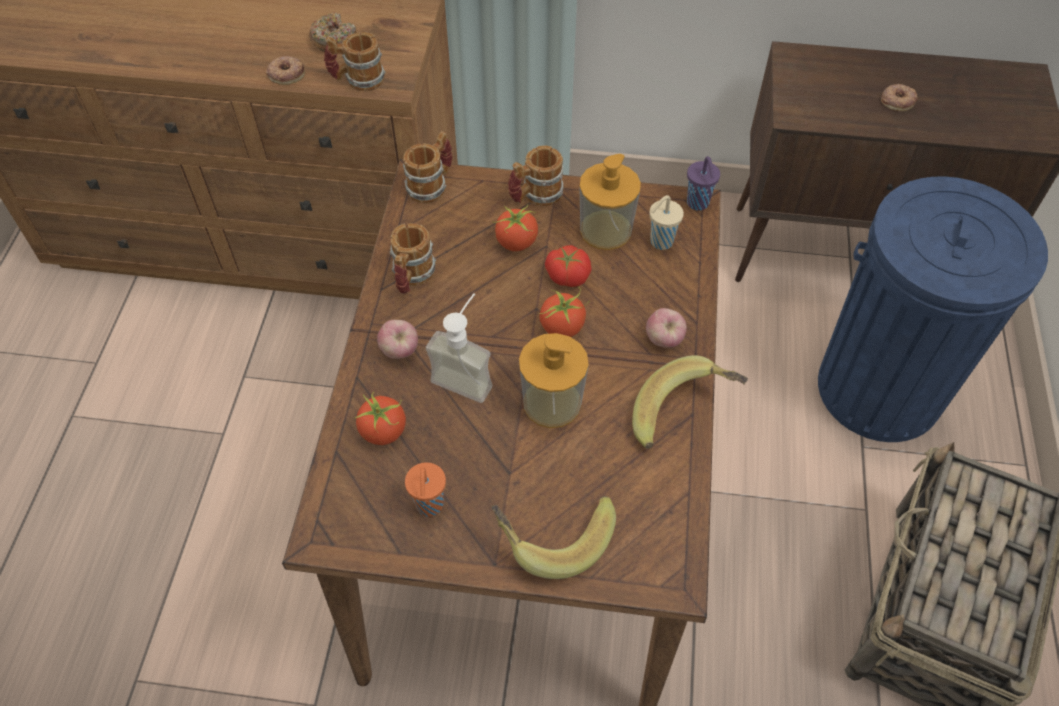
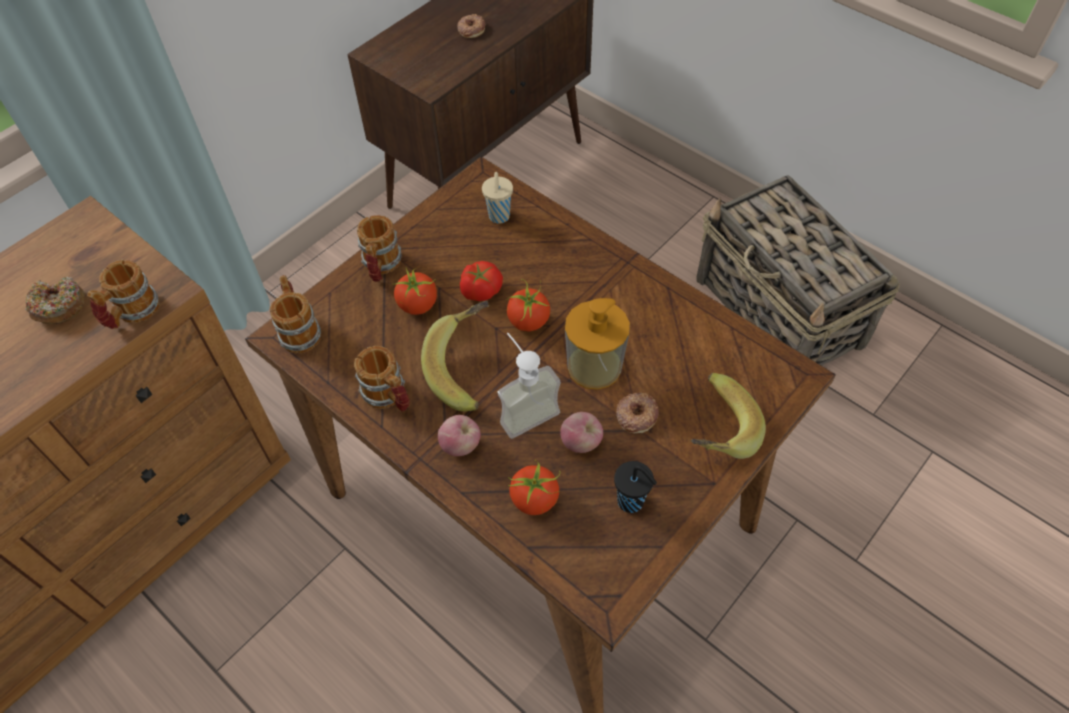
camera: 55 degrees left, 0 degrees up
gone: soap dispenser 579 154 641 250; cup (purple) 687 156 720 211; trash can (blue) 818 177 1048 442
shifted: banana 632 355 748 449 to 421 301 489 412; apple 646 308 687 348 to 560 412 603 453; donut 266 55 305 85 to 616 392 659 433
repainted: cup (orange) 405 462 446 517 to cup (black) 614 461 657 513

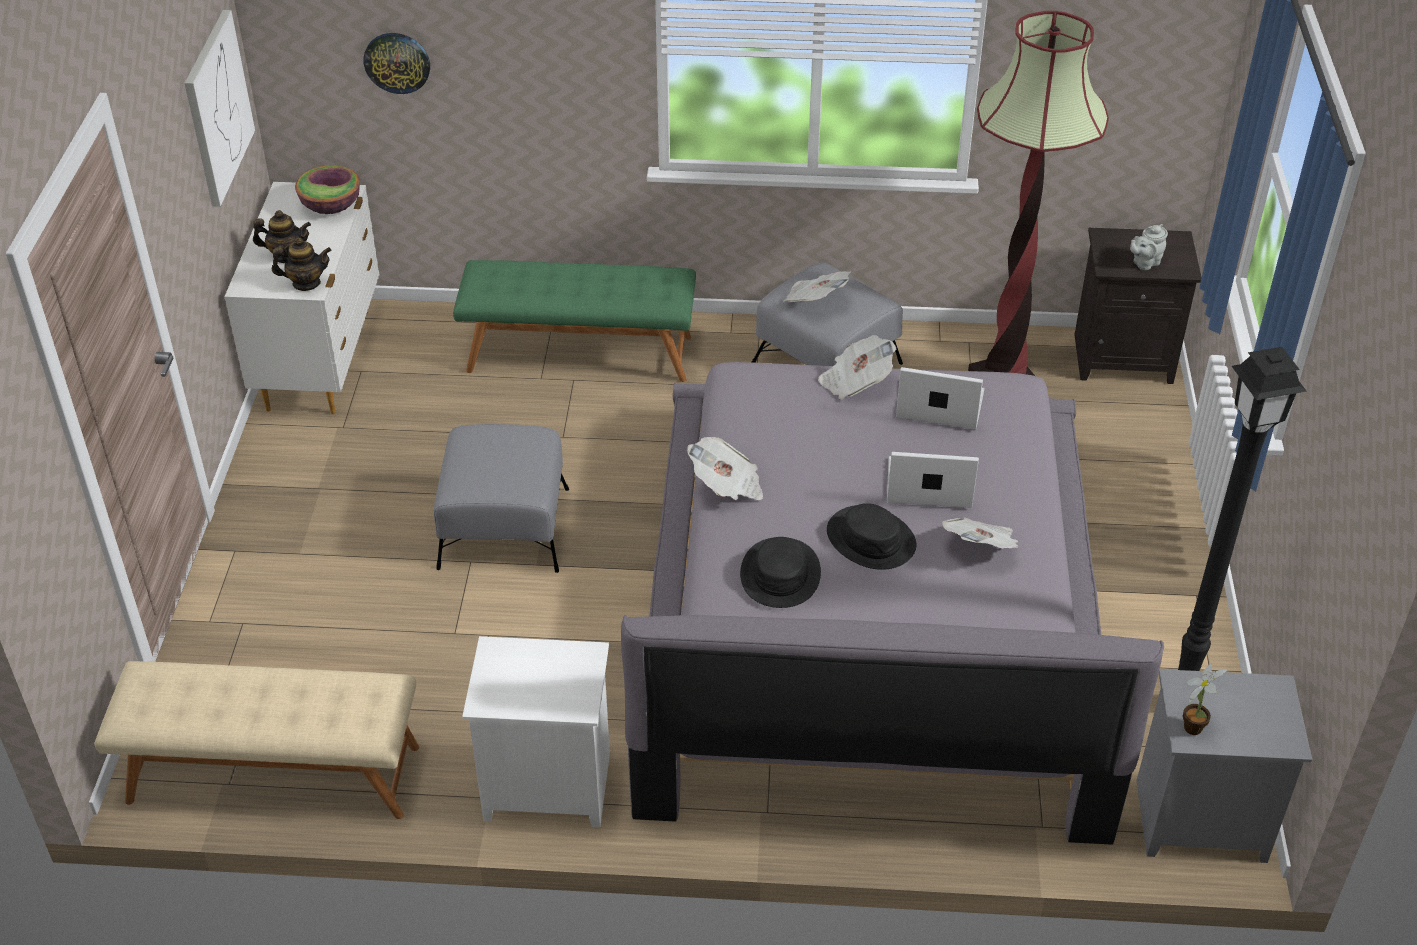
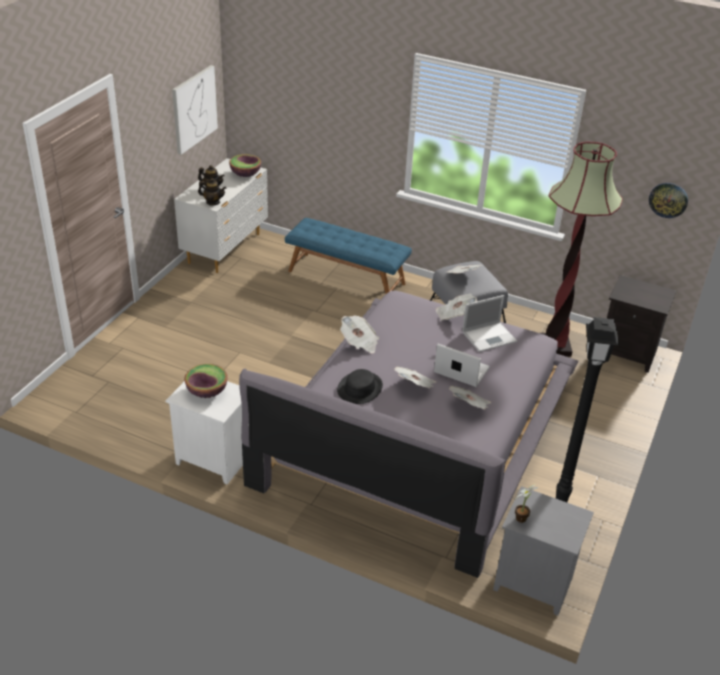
camera: 20 degrees right, 5 degrees down
gone: bench (beige) 94 661 419 819; ottoman (grey) 434 424 569 573; teapot (grey) 1130 224 1168 270
new: bowl 184 364 228 398
shifted: wall clock 363 33 430 94 to 649 183 688 218
swapped: hat (black) 827 503 917 570 to newspaper 395 367 436 389
repainted: bench (green) 453 260 696 382 to bench (blue) 285 218 412 294
rotated: laptop 896 367 984 430 = 462 295 517 352 120 degrees clockwise

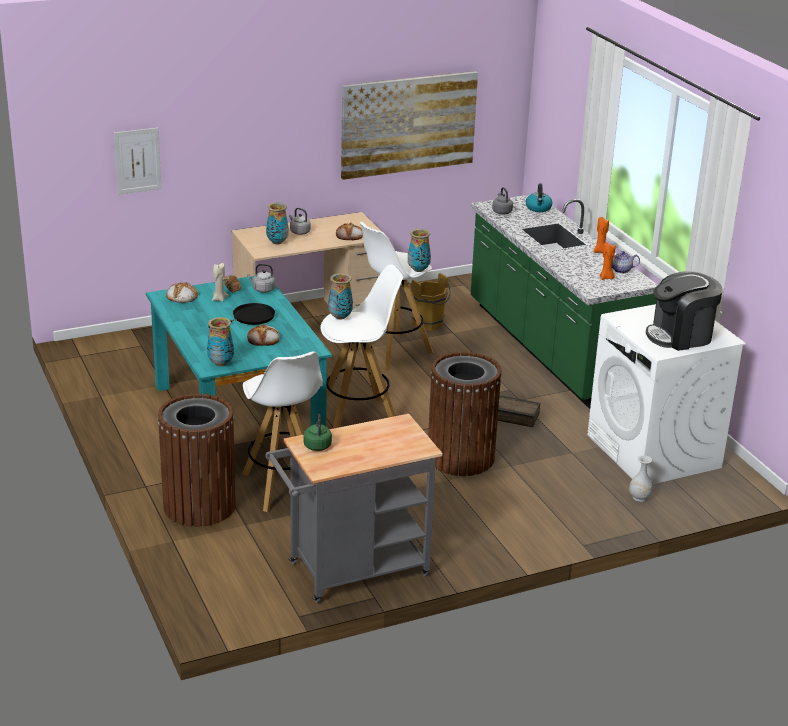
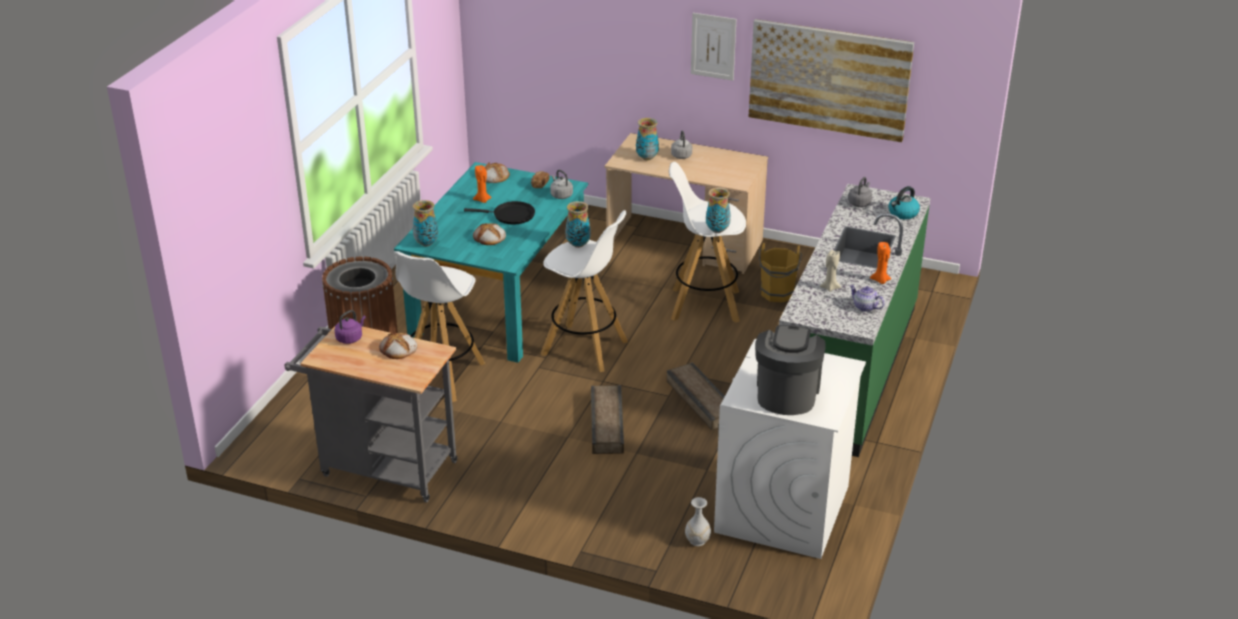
camera: 45 degrees right, 5 degrees up
shifted: bread 336 222 363 240 to 379 333 417 359; candle (orange) 600 242 616 280 to 473 165 492 203; picture 114 128 162 195 to 691 13 736 81; candle (beige) 212 263 228 302 to 820 250 841 292
swapped: trash can (brown) 428 351 502 476 to crate 591 385 624 454
repainted: kettle (green) 304 414 332 451 to kettle (purple) 335 310 366 344
rotated: coffee machine 646 271 723 351 = 755 325 825 415 75 degrees clockwise

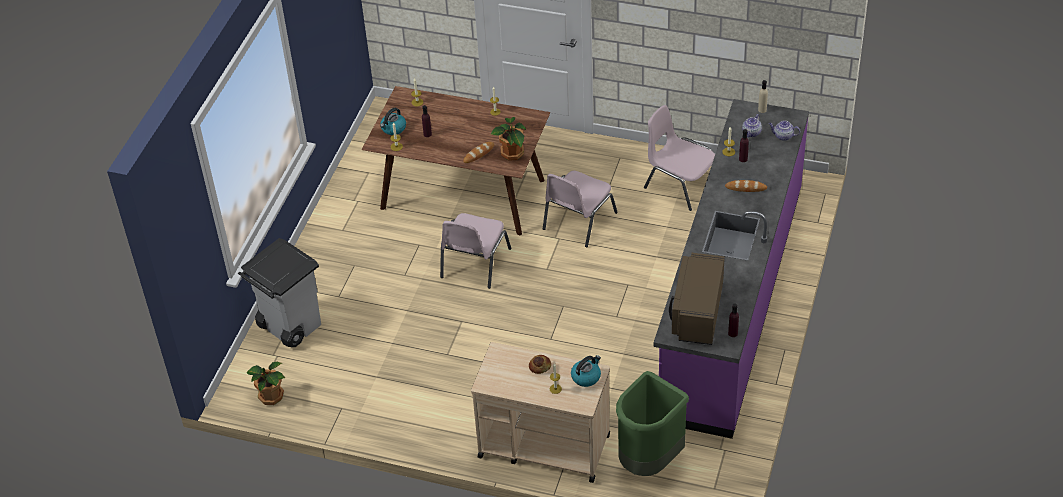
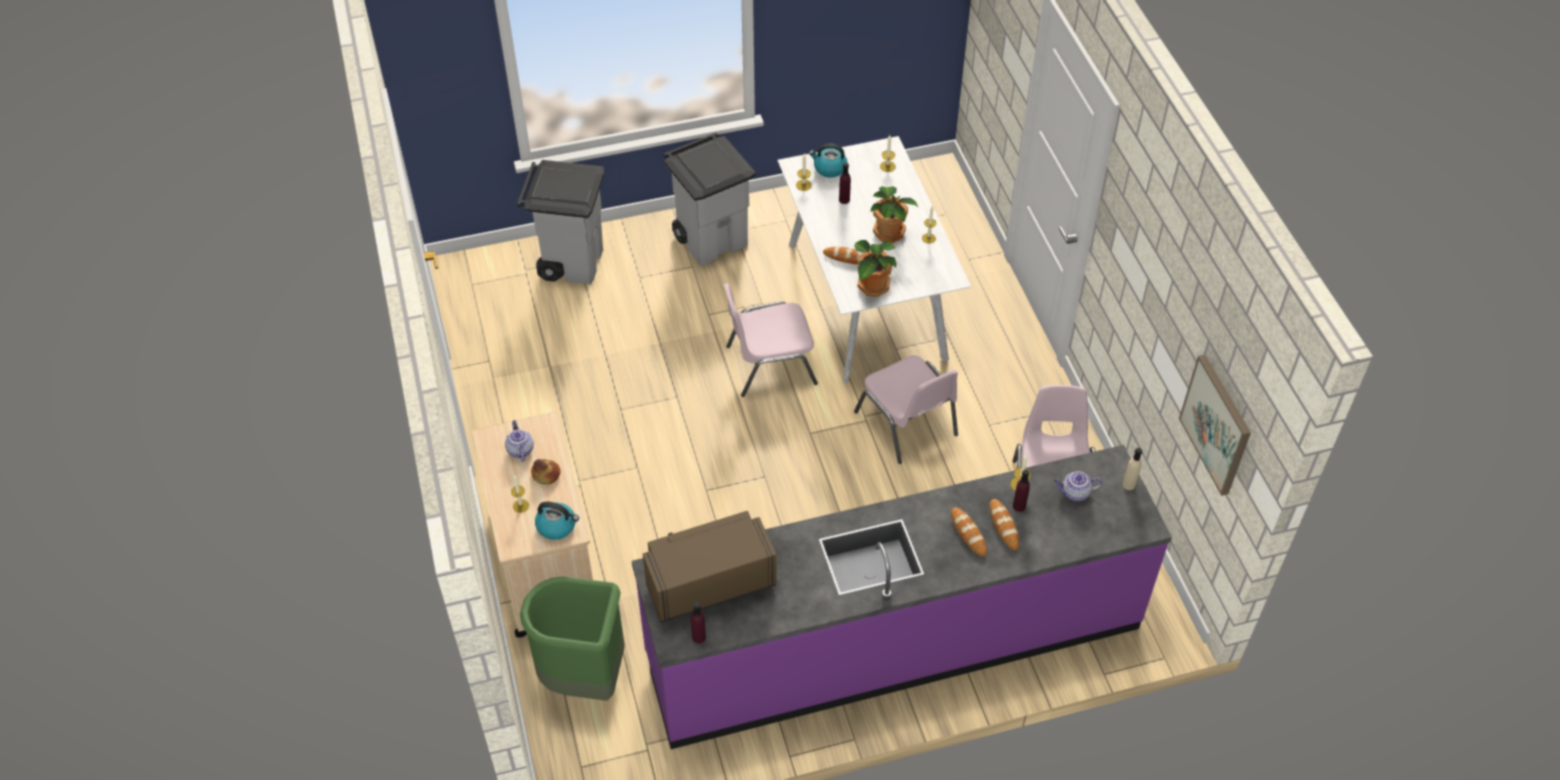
camera: 55 degrees right, 5 degrees up
new: trash can (grey) 664 133 756 265; bread 990 499 1019 550; picture 1179 355 1251 496
shifted: teapot 769 121 800 141 to 505 420 534 462; potted plant 246 362 285 405 to 870 186 918 243
repainted: dining table (brown) 362 86 550 236 to dining table (white) 778 136 971 383
rotated: chair (pink) 543 171 618 247 = 854 355 958 464 120 degrees counterclockwise

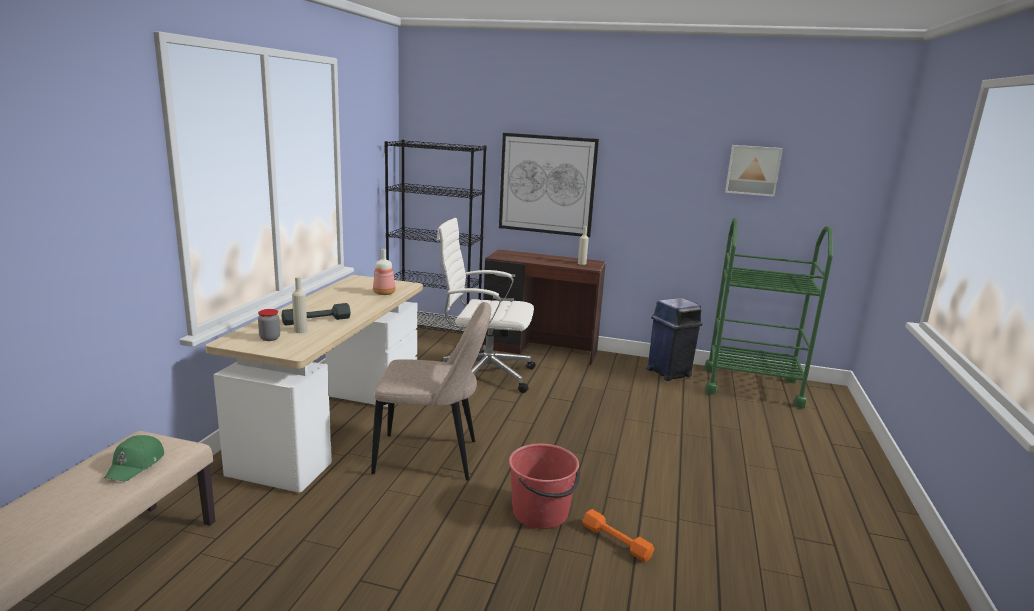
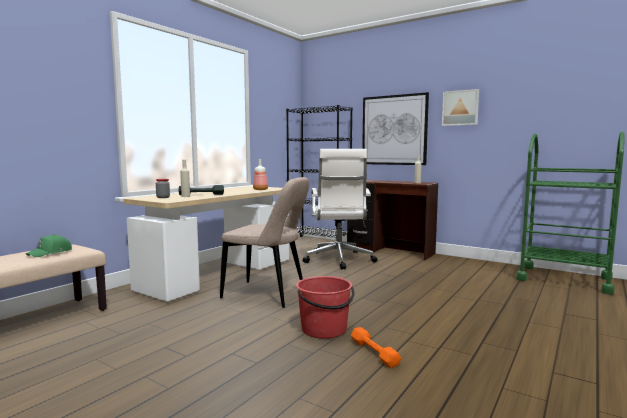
camera: 20 degrees right, 10 degrees down
gone: trash can (blue) 647 298 703 381
shifted: picture 725 145 783 197 to 442 89 479 126
rotated: office chair (white) 437 218 535 393 = 303 149 377 270 120 degrees counterclockwise

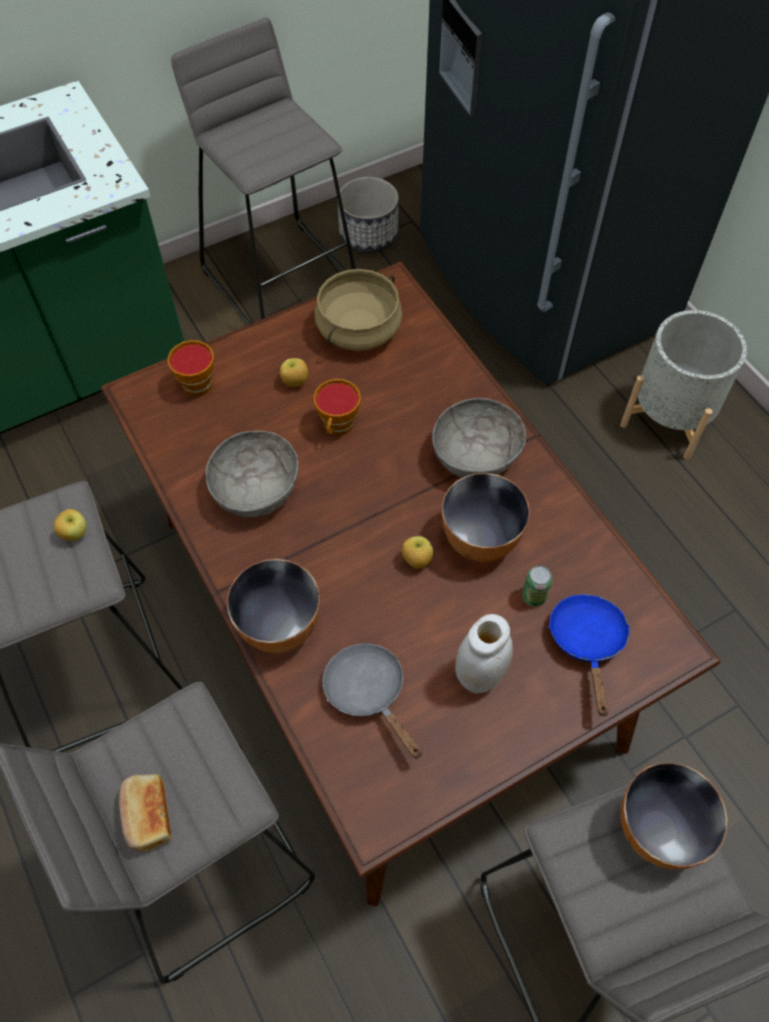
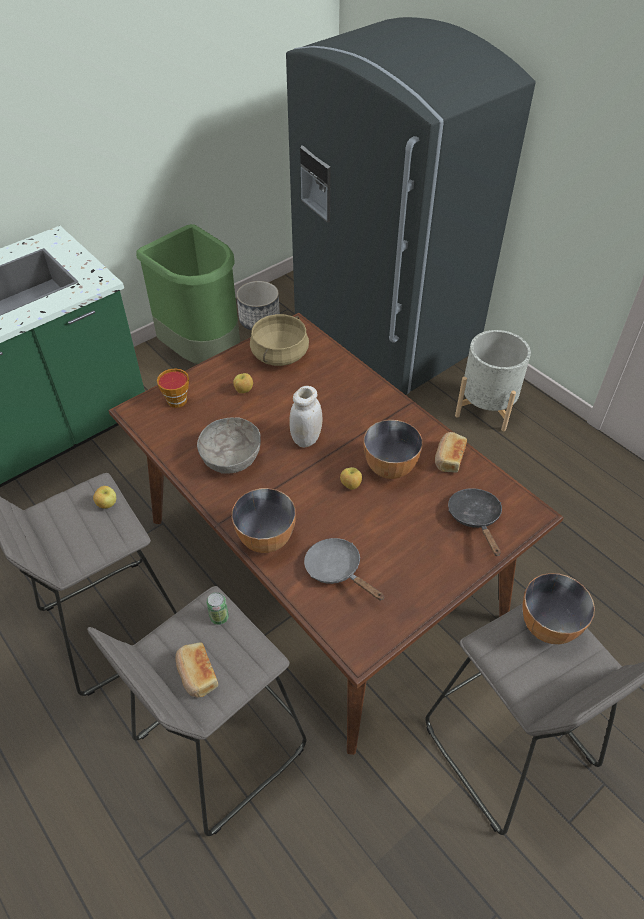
camera: 10 degrees left, 10 degrees down
gone: cup 313 379 361 436; bowl (grey) 432 398 526 478
new: bread 435 432 467 473
shifted: can 522 565 553 606 to 207 592 229 625; jar (white) 455 614 513 693 to 289 386 323 448
swapped: stool (grey) 171 17 356 325 to trash can (green) 136 224 240 364
repainted: frying pan (blue) 548 594 630 717 to frying pan (black) 448 488 502 556

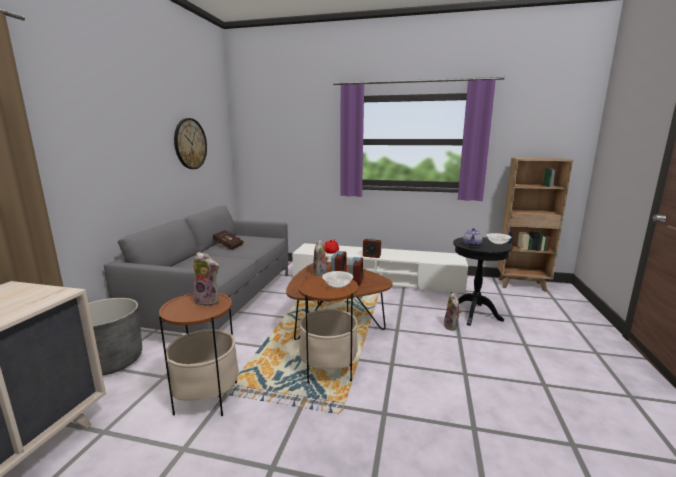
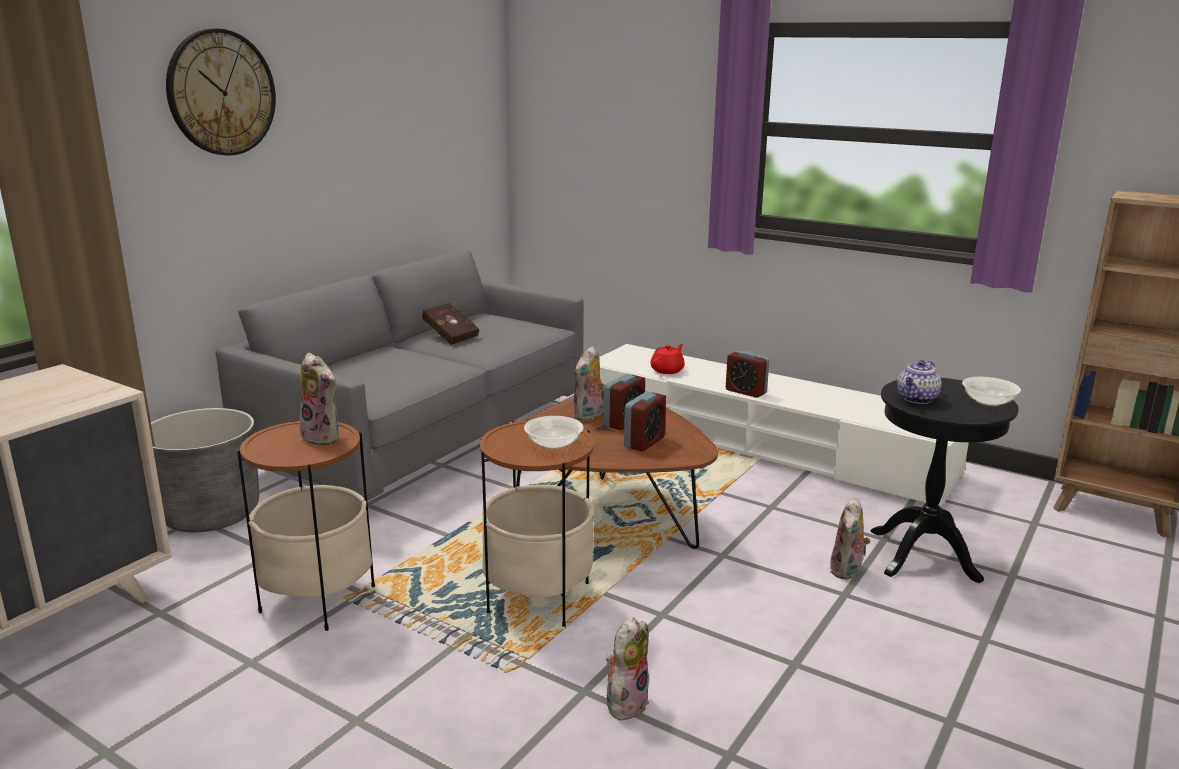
camera: 20 degrees right, 5 degrees up
new: plush toy 606 617 649 720
shifted: wall clock 174 118 207 169 to 166 29 276 156

